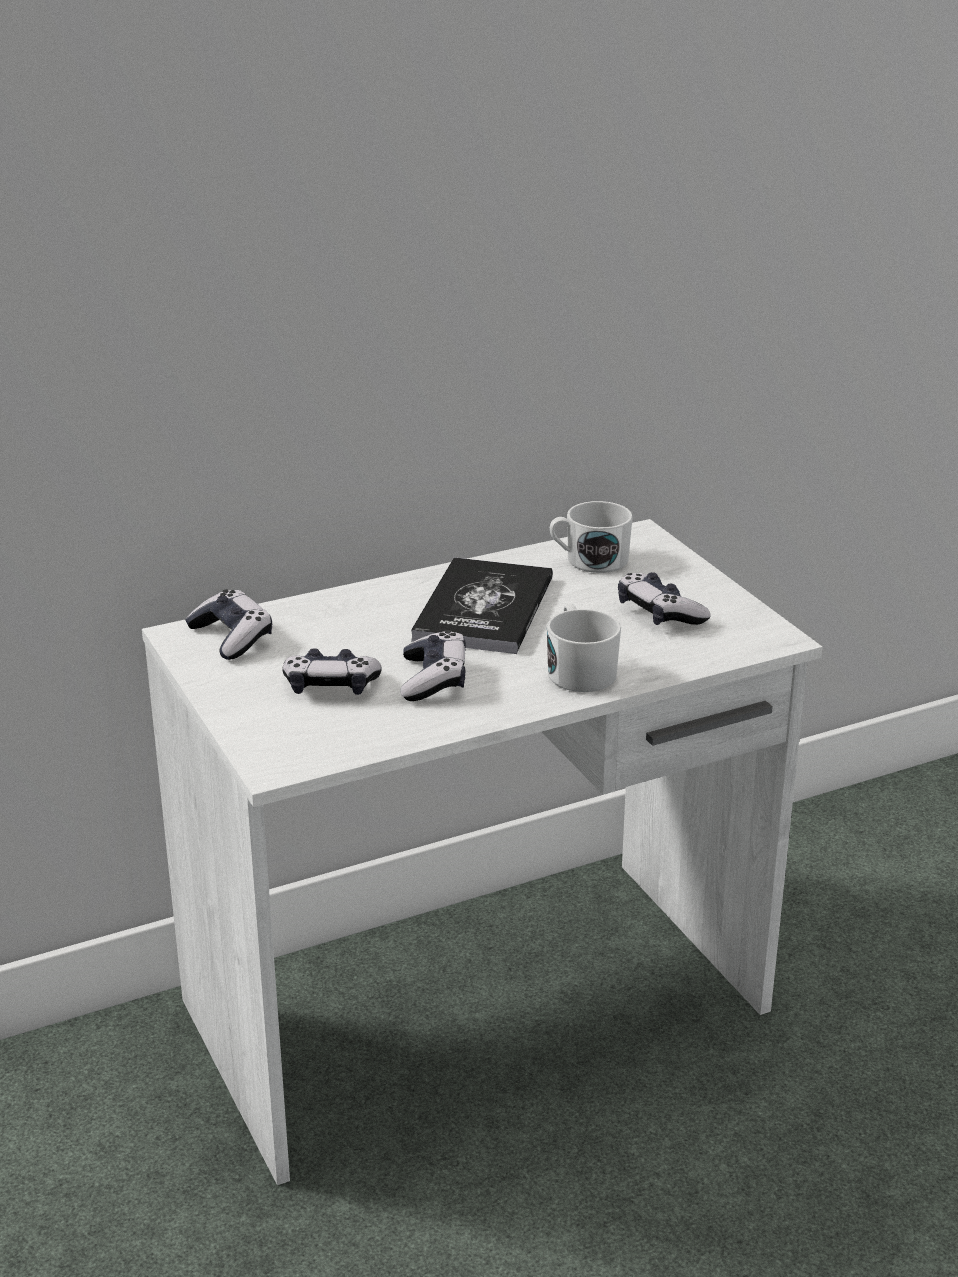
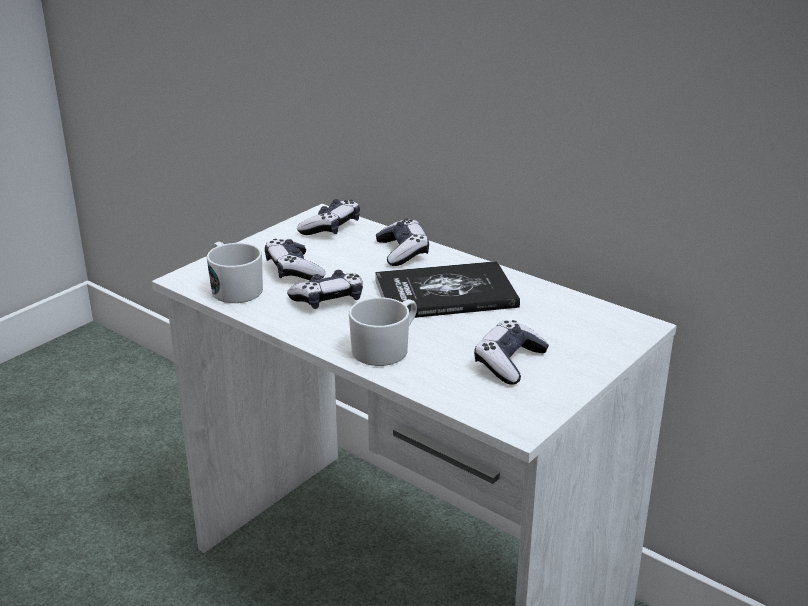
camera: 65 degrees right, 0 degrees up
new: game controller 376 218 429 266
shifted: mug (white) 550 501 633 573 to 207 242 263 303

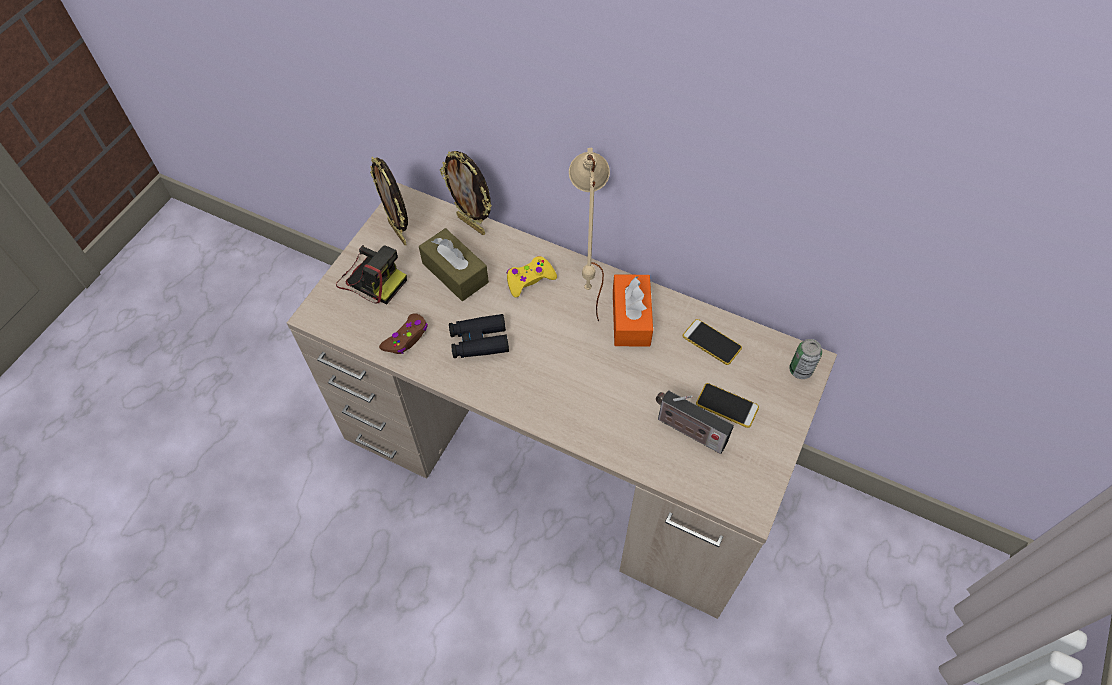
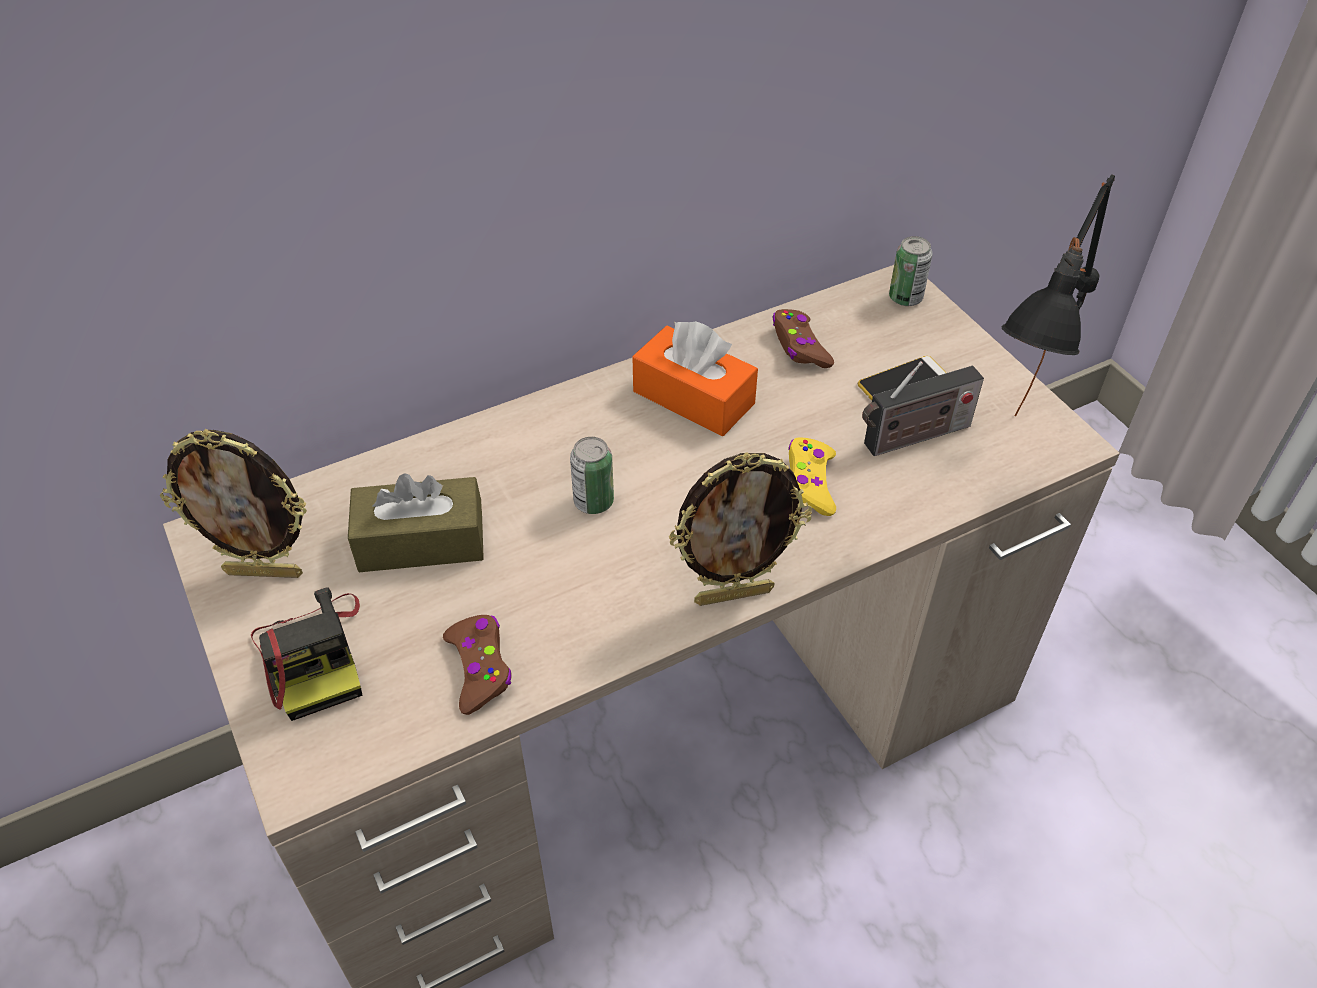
camera: 55 degrees left, 10 degrees down
gone: binoculars (black) 449 314 509 358; table lamp (beige) 569 148 610 322
new: can 570 437 614 514; table lamp (black) 1001 174 1115 416
shifted: picture frame 440 151 492 235 to 669 452 812 606; game controller (yellow) 507 256 557 298 to 788 437 836 516
swapped: phone 683 319 742 365 to game controller (brown) 773 309 834 368
rotated: photo camera 336 245 407 304 = 251 587 363 721 90 degrees clockwise

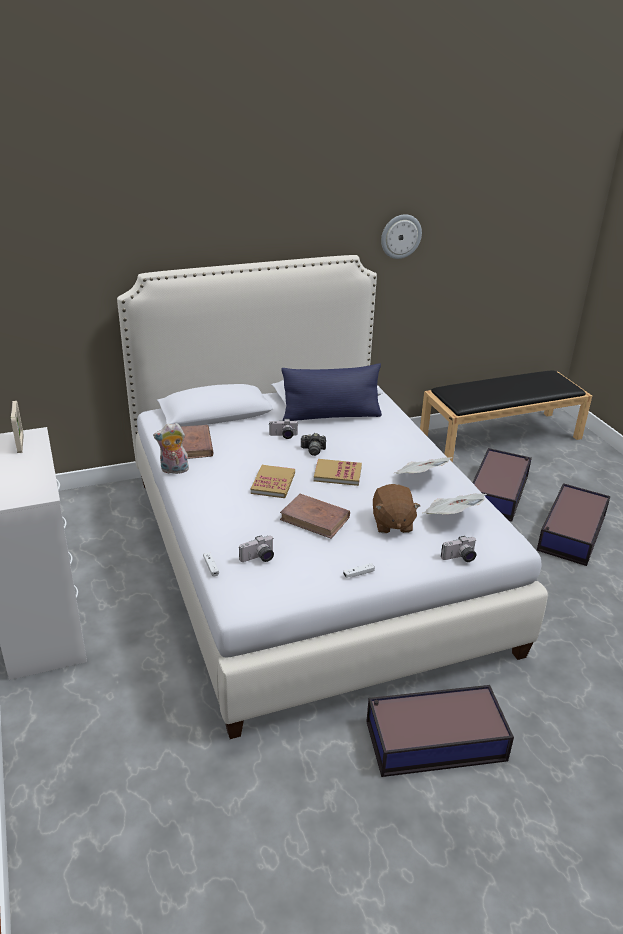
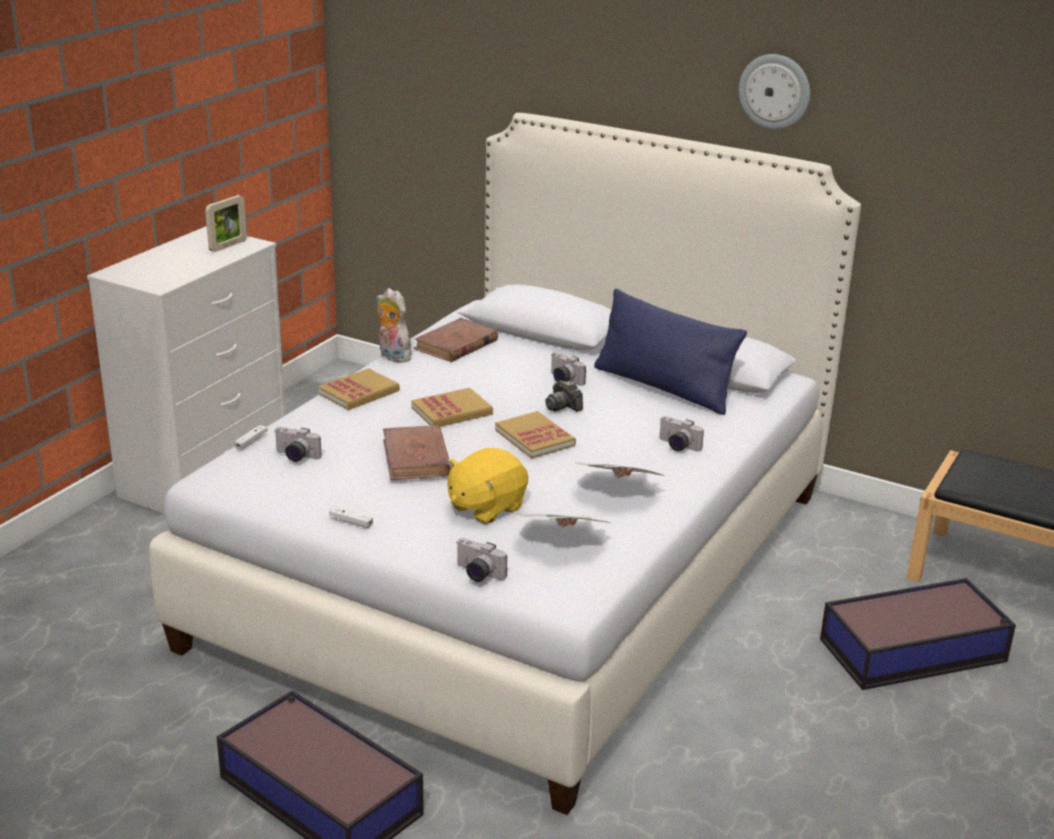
camera: 50 degrees right, 5 degrees down
gone: storage box 537 483 611 566
new: book 318 368 400 410; photo camera 660 416 704 452
shifted: wall clock 381 214 422 259 to 739 54 810 129
repainted: plush toy (brown) 373 484 420 533 to plush toy (yellow) 447 448 528 524

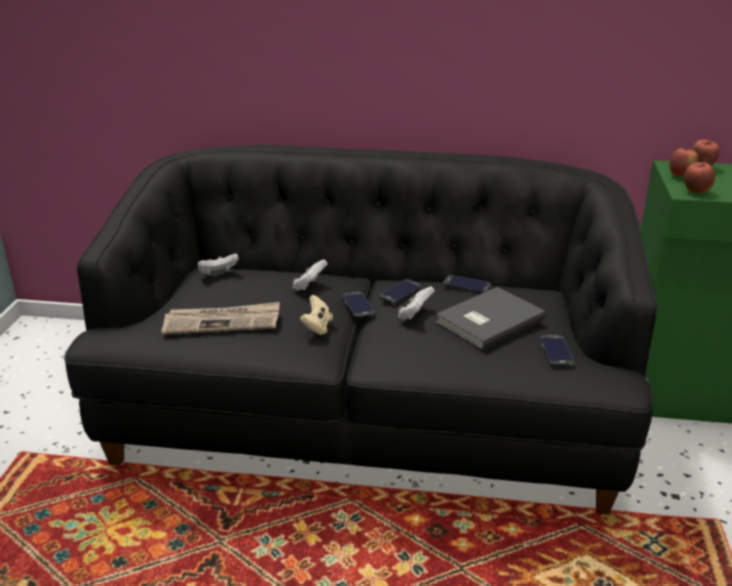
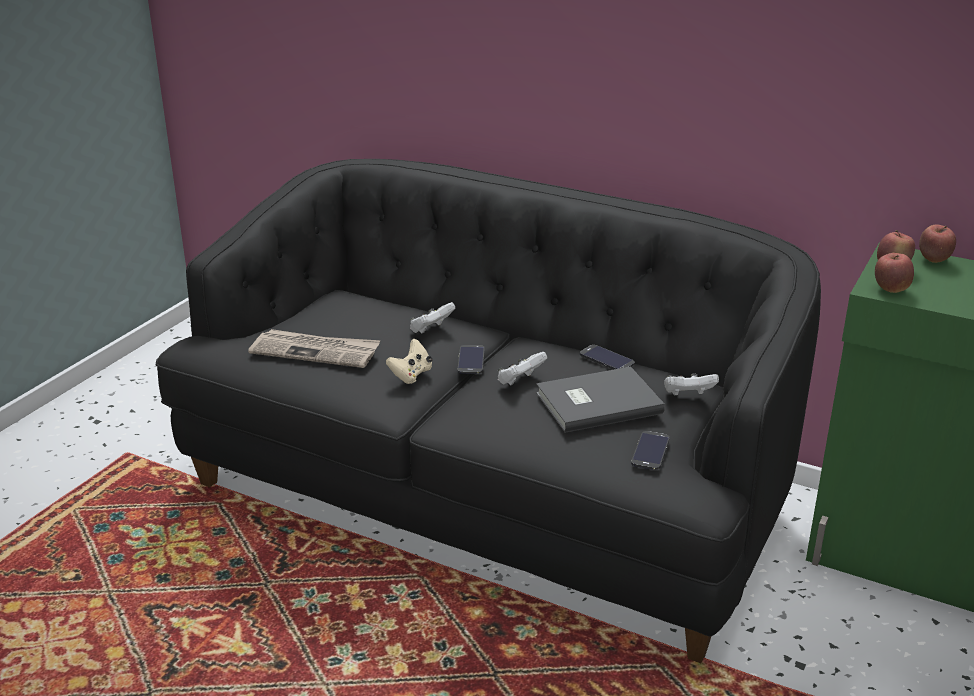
camera: 20 degrees right, 0 degrees up
gone: phone 380 279 421 303
shifted: game controller (white) 198 253 239 276 to 664 374 719 396

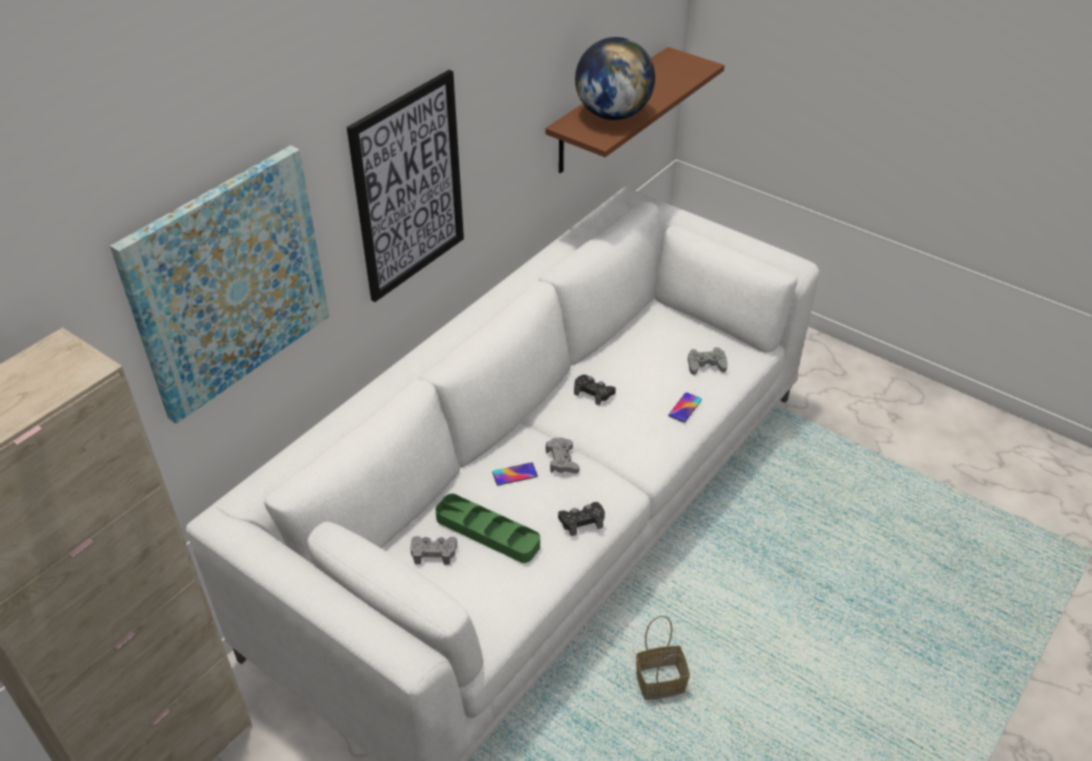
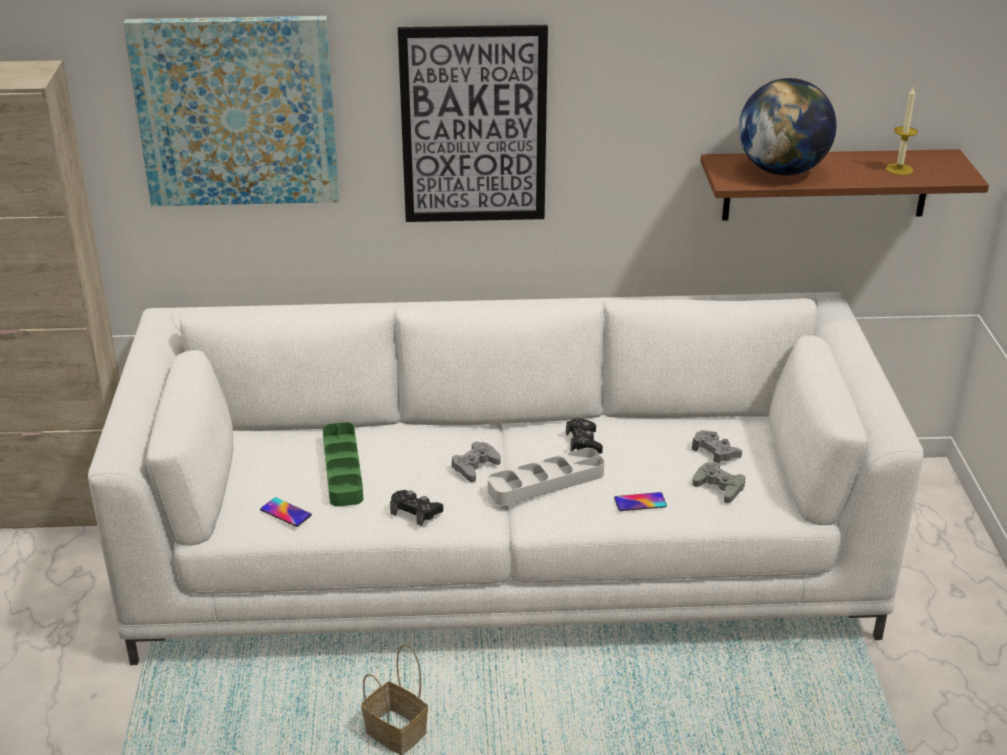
camera: 50 degrees right, 10 degrees down
new: tray (grey) 488 448 604 506; candle 886 86 918 175
shifted: phone 492 462 538 486 to 260 497 312 527; game controller (grey) 410 536 457 565 to 692 430 742 463

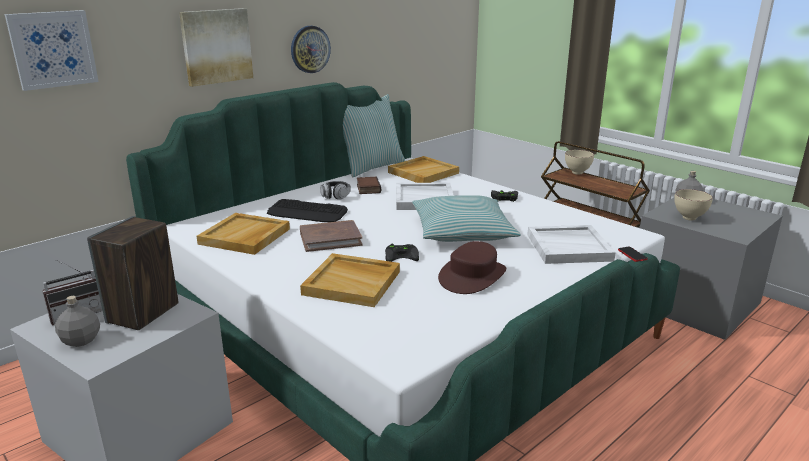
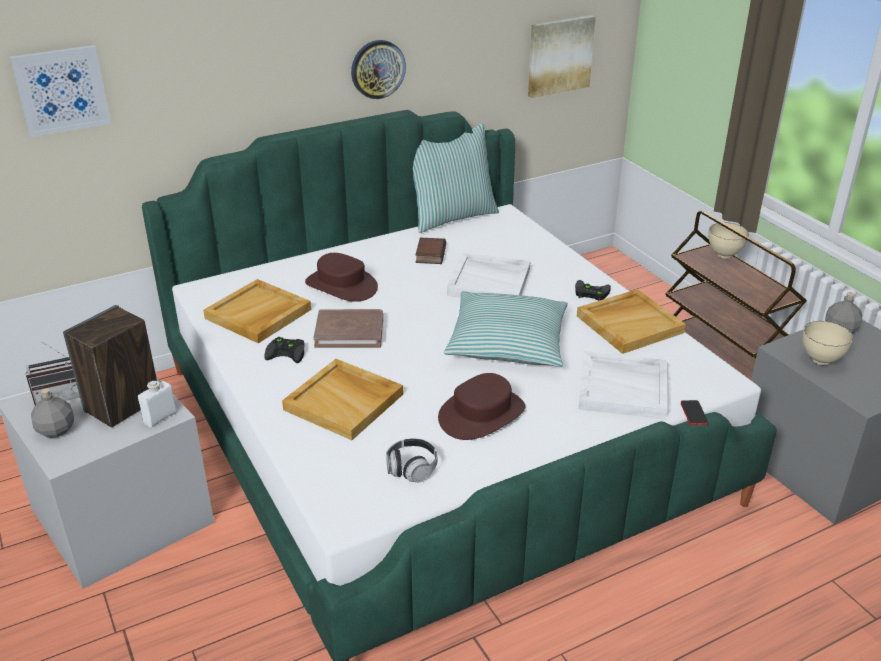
camera: 15 degrees right, 10 degrees up
new: bottle (white) 138 381 177 428
shifted: game controller (black) 385 244 419 262 to 264 337 305 363; headphones 320 181 351 199 to 386 438 437 483; picture 179 8 253 87 to 528 15 596 98; tray (beige) 388 156 459 183 to 577 289 686 354
swapped: keyboard 267 199 348 222 to hat (brown) 305 253 378 302

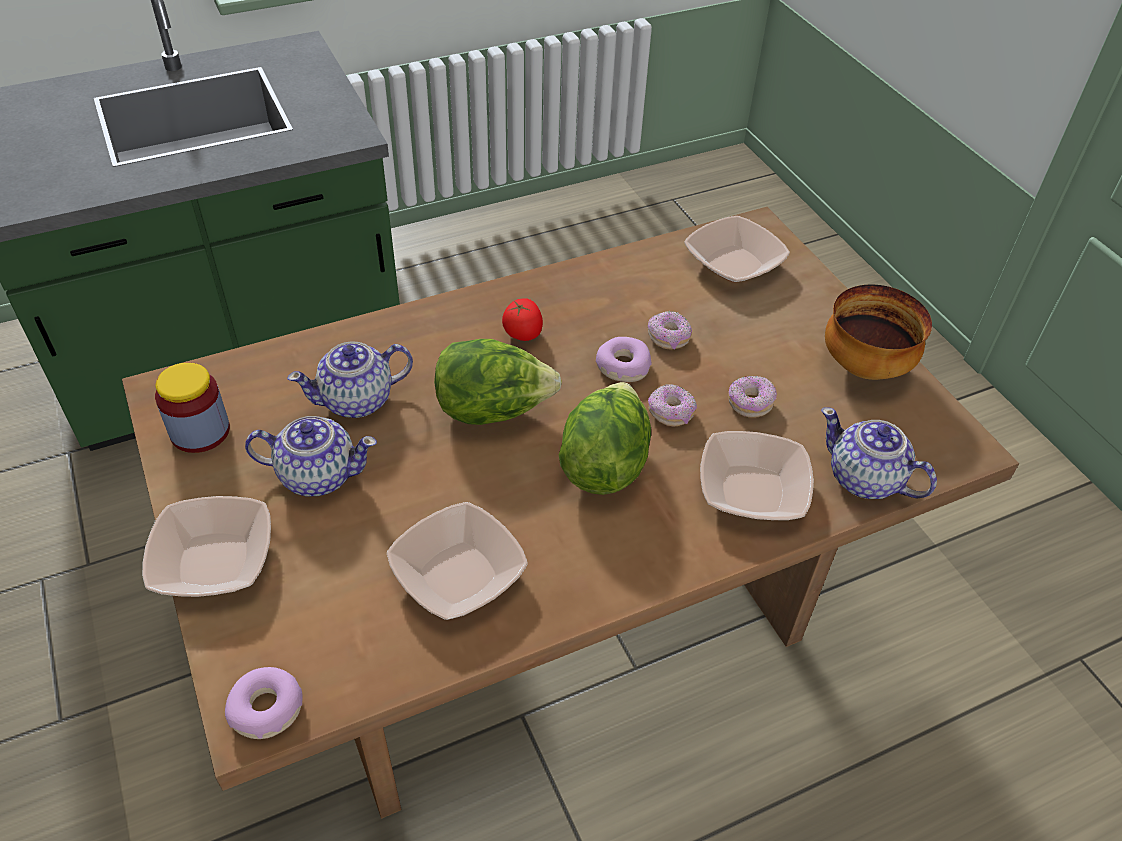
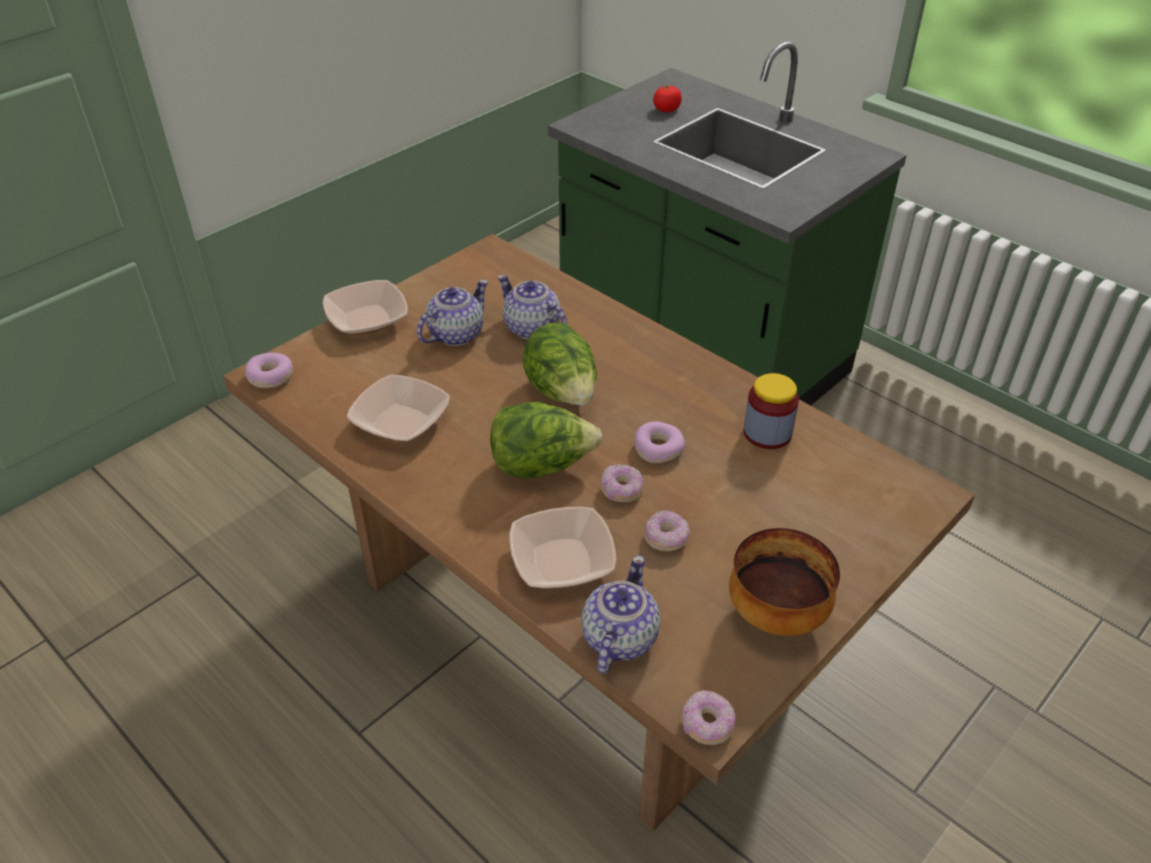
camera: 70 degrees right, 5 degrees down
gone: bowl 685 216 790 283
shifted: tomato 502 298 543 341 to 653 85 682 112; donut 648 311 692 350 to 682 690 736 745; jar 155 362 230 453 to 743 373 799 449
rotated: teapot 245 416 377 496 = 417 280 489 346 120 degrees counterclockwise

